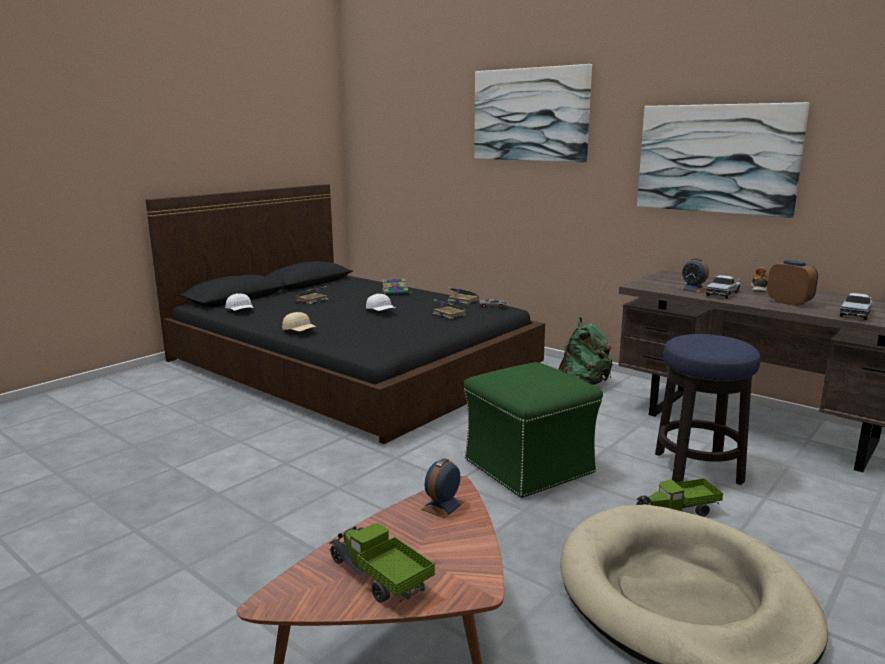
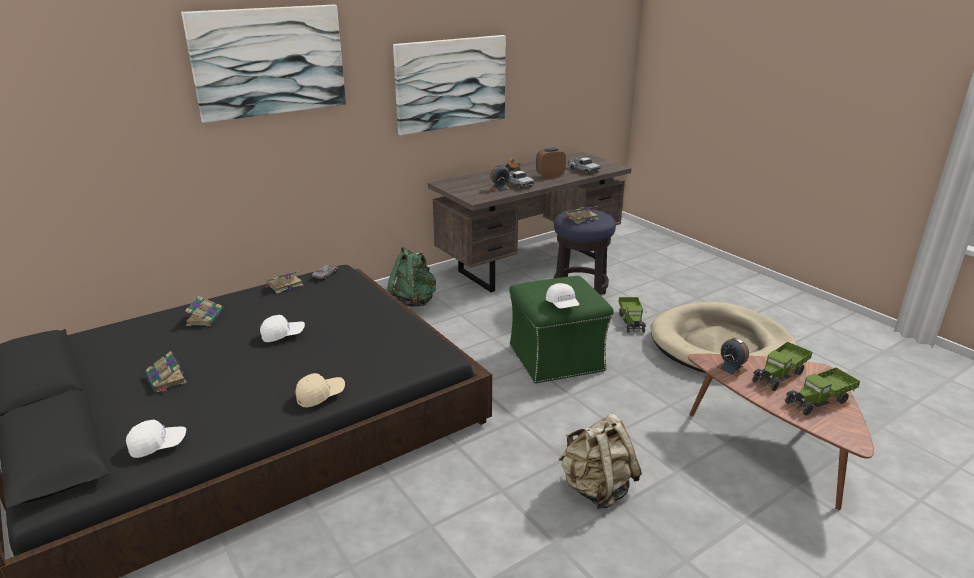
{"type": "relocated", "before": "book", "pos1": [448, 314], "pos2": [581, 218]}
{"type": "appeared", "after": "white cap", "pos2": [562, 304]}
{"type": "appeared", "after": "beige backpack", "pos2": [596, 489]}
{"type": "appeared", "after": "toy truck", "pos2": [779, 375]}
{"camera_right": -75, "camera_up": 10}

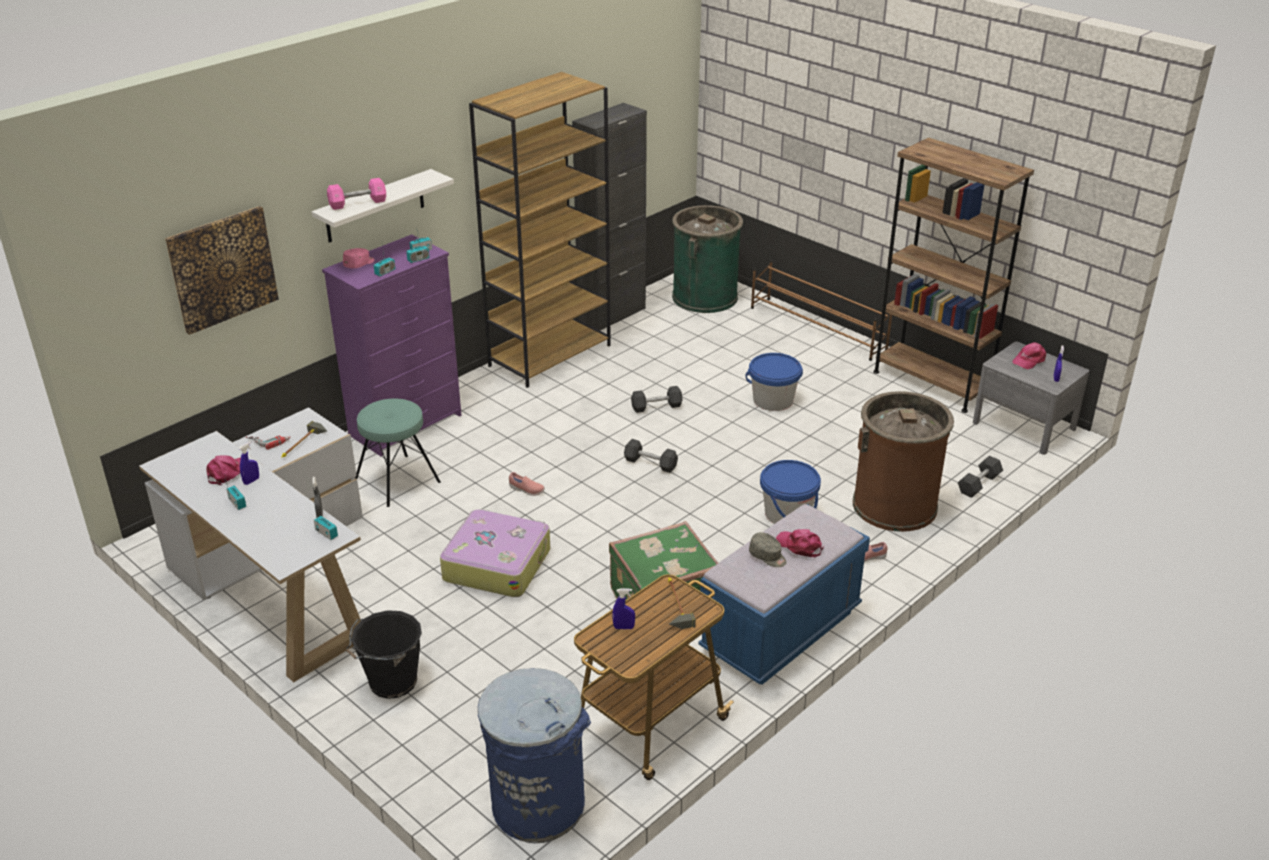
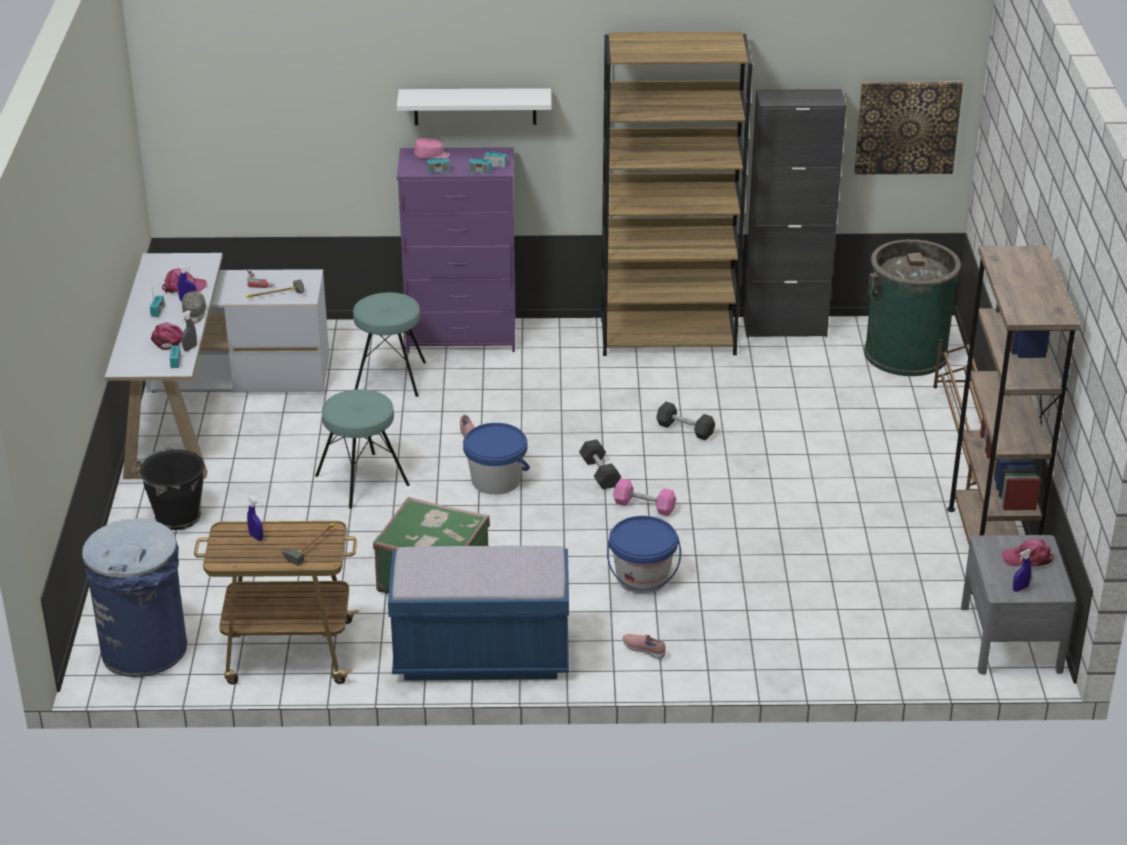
{"type": "relocated", "before": "picture", "pos1": [222, 269], "pos2": [907, 127]}
{"type": "relocated", "before": "pink dumbbell", "pos1": [358, 203], "pos2": [644, 506]}
{"type": "exchanged", "before": "suitcase", "after": "turquoise stool", "pos1": [497, 564], "pos2": [362, 480]}
{"type": "relocated", "before": "blue bucket", "pos1": [773, 400], "pos2": [496, 480]}
{"type": "relocated", "before": "grey cap", "pos1": [768, 556], "pos2": [194, 314]}
{"type": "relocated", "before": "pink cap", "pos1": [799, 546], "pos2": [168, 339]}
{"type": "missing", "before": "brown trash can", "pos1": [895, 505]}
{"type": "missing", "before": "black dumbbell", "pos1": [979, 484]}
{"camera_right": 45, "camera_up": 0}

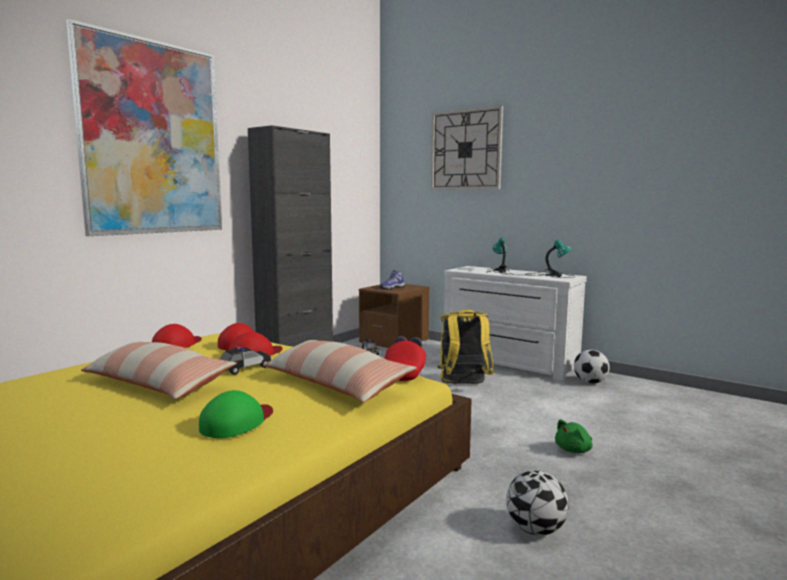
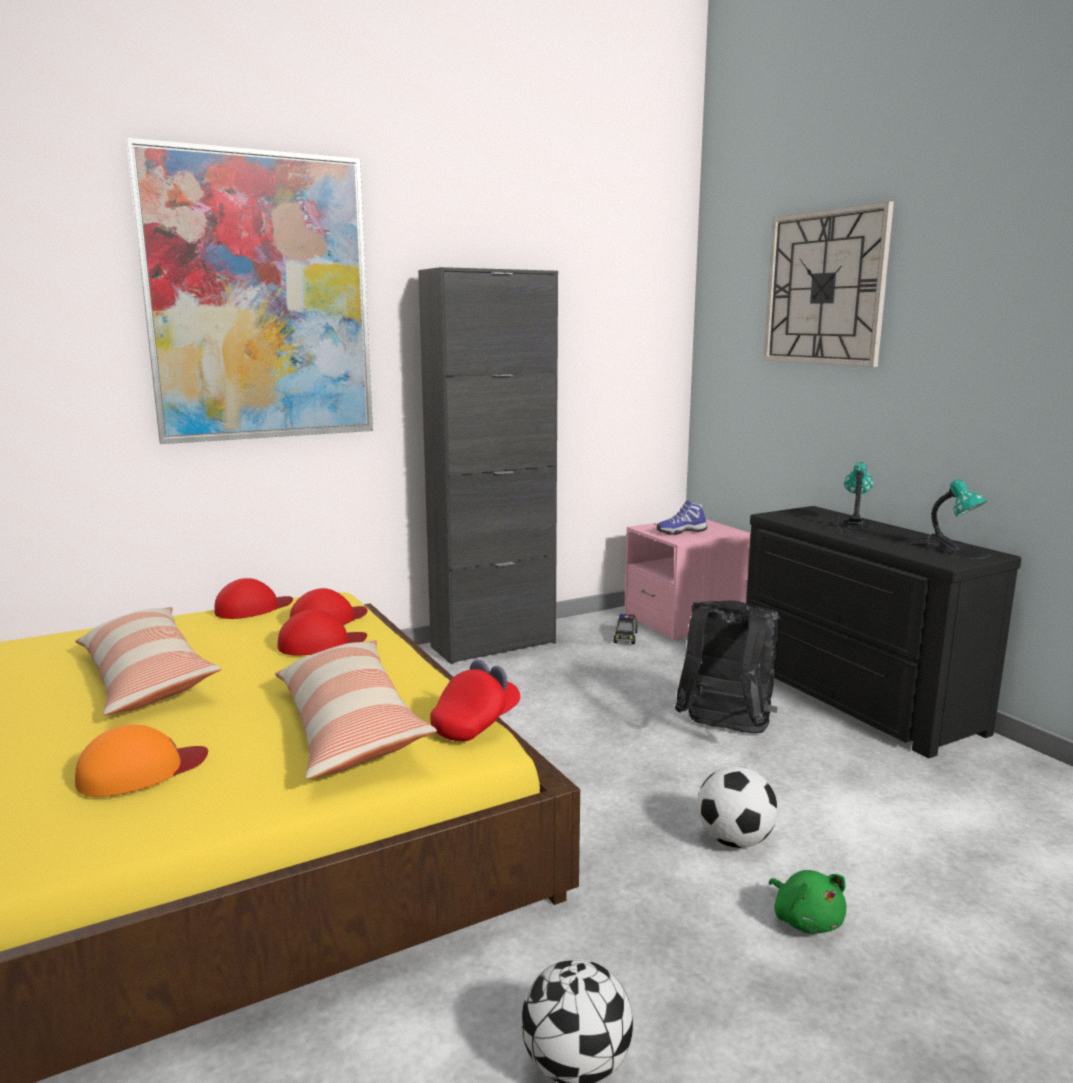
{"type": "colour", "before": "green cap", "after": "orange cap", "pos1": [237, 422], "pos2": [141, 771]}
{"type": "missing", "before": "toy car", "pos1": [245, 368]}
{"type": "colour", "before": "brown nightstand", "after": "pink nightstand", "pos1": [394, 341], "pos2": [685, 621]}
{"type": "colour", "before": "yellow backpack", "after": "black backpack", "pos1": [463, 385], "pos2": [724, 731]}
{"type": "colour", "before": "white dresser", "after": "black dresser", "pos1": [508, 363], "pos2": [851, 698]}
{"type": "spun", "before": "green plush toy", "pos1": [574, 450], "pos2": [806, 920], "turn": -105}
{"type": "relocated", "before": "football", "pos1": [590, 382], "pos2": [735, 840]}
{"camera_right": 25, "camera_up": 5}

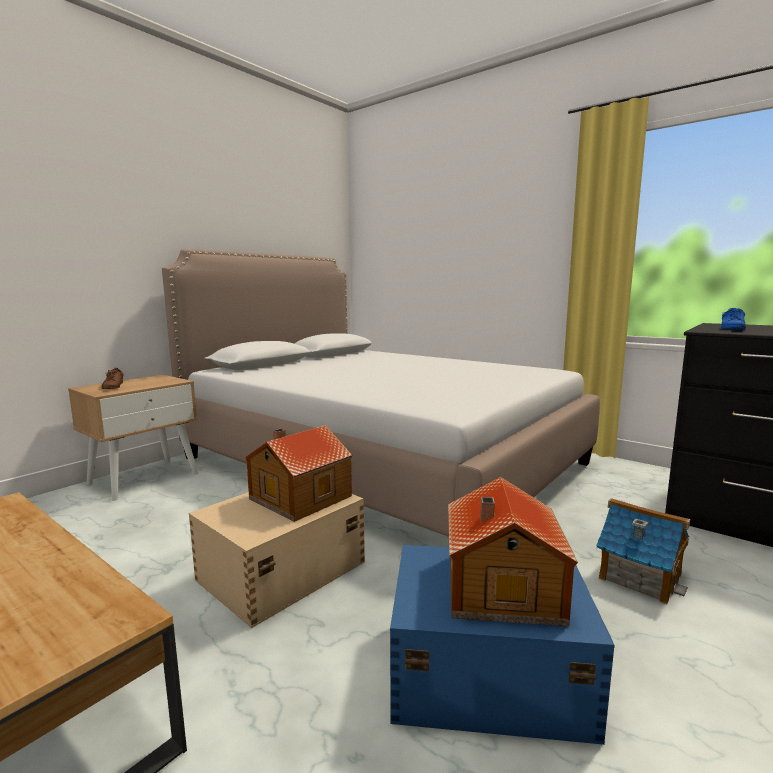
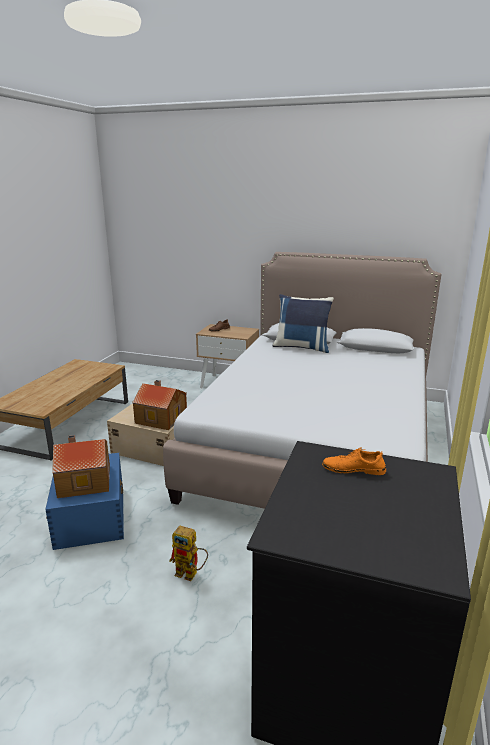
{"type": "exchanged", "before": "toy house", "after": "toy robot", "pos1": [639, 576], "pos2": [191, 573]}
{"type": "colour", "before": "blue shoe", "after": "orange shoe", "pos1": [732, 328], "pos2": [353, 469]}
{"type": "appeared", "after": "blue pillow", "pos2": [302, 347]}
{"camera_right": 70, "camera_up": 10}

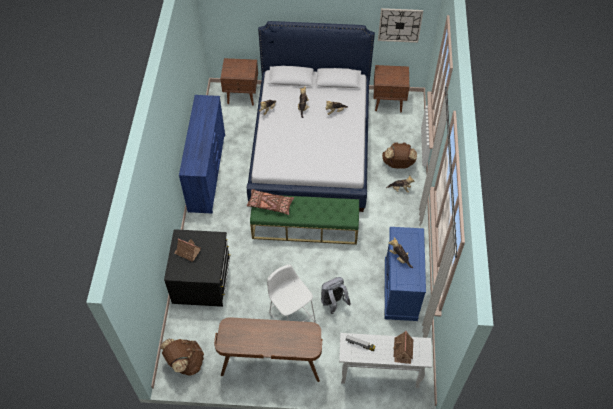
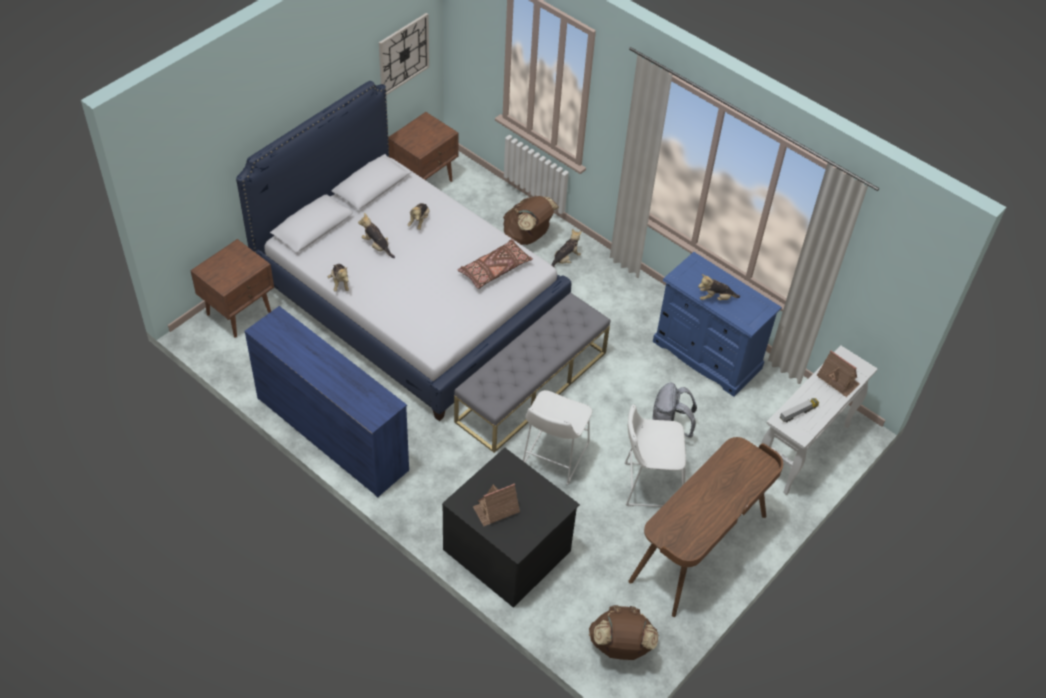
{"type": "relocated", "before": "brown pillow", "pos1": [270, 204], "pos2": [494, 270]}
{"type": "colour", "before": "green bench", "after": "grey bench", "pos1": [305, 228], "pos2": [531, 386]}
{"type": "appeared", "after": "white stool", "pos2": [553, 458]}
{"camera_right": -55, "camera_up": -5}

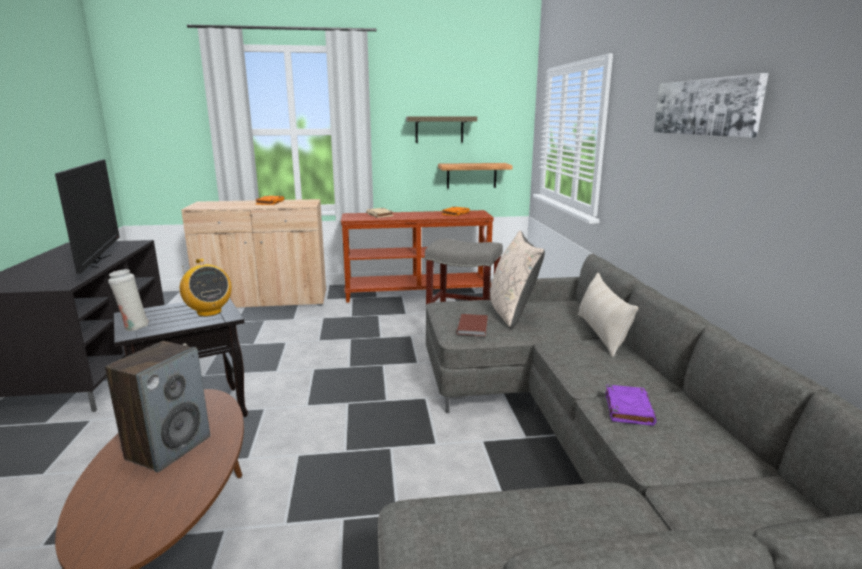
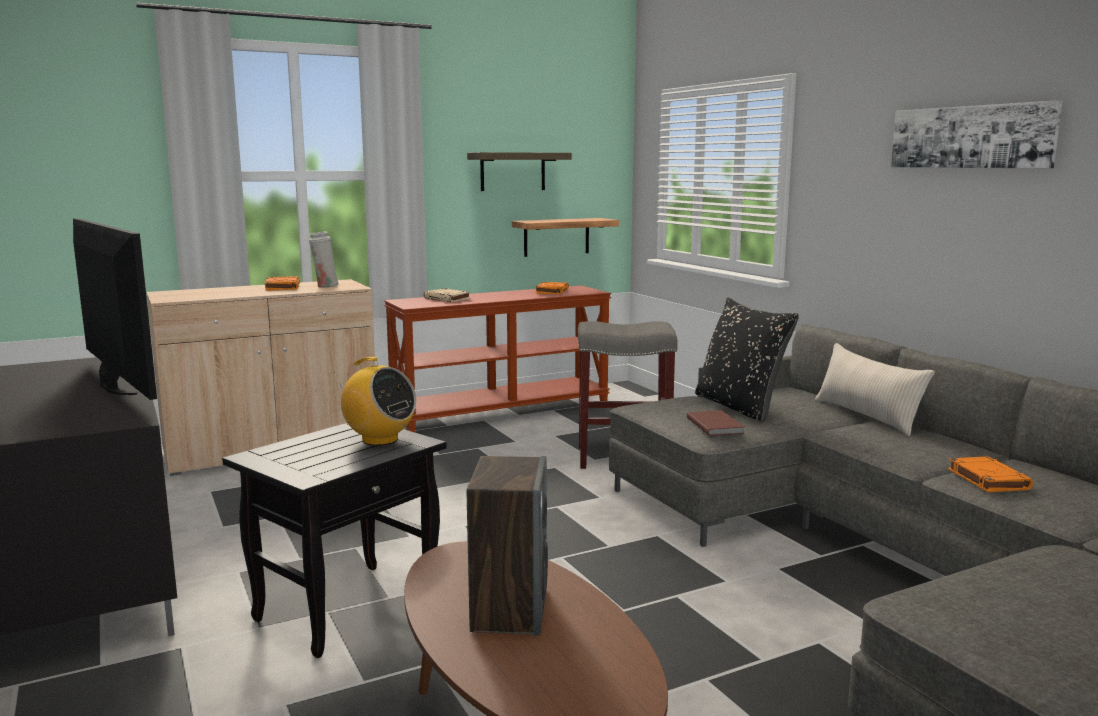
{"type": "relocated", "before": "white vase", "pos1": [133, 327], "pos2": [325, 286]}
{"type": "colour", "before": "beige pillow", "after": "black pillow", "pos1": [511, 313], "pos2": [739, 406]}
{"type": "colour", "before": "purple book", "after": "orange book", "pos1": [628, 408], "pos2": [987, 479]}
{"camera_right": -20, "camera_up": -5}

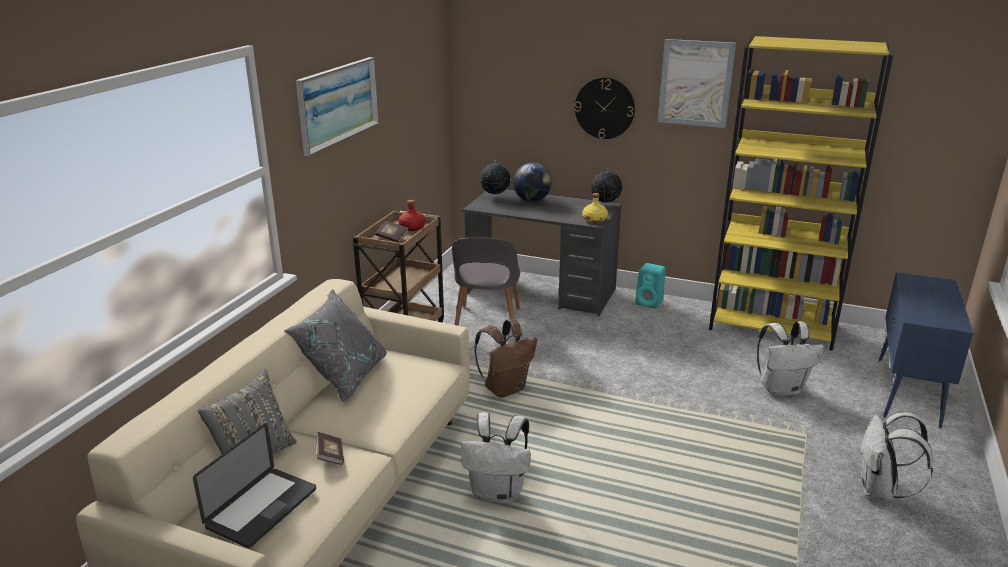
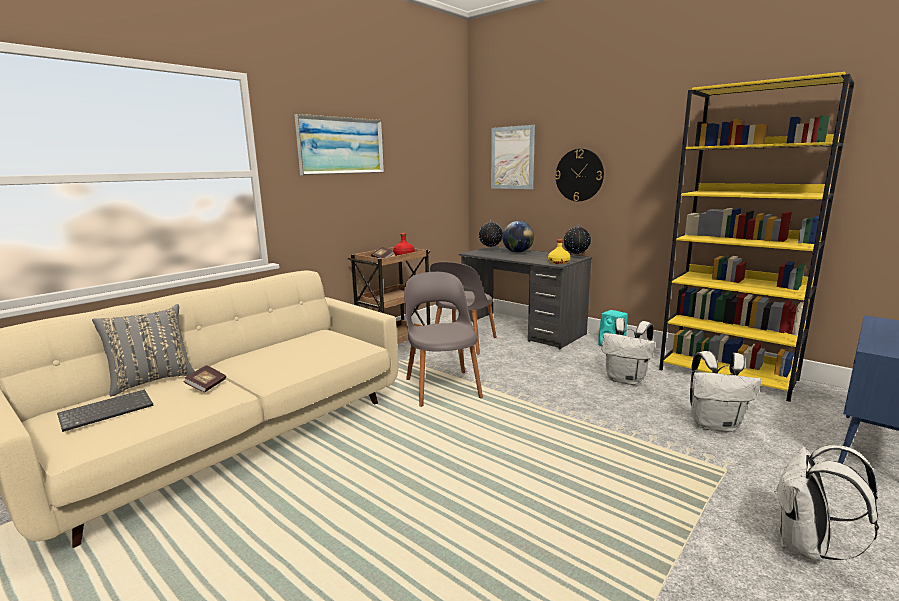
{"type": "exchanged", "before": "laptop", "after": "keyboard", "pos1": [262, 508], "pos2": [108, 411]}
{"type": "missing", "before": "grey pillow", "pos1": [343, 376]}
{"type": "relocated", "before": "white backpack", "pos1": [498, 493], "pos2": [626, 380]}
{"type": "exchanged", "before": "brown backpack", "after": "grey chair", "pos1": [505, 388], "pos2": [442, 386]}
{"type": "relocated", "before": "picture", "pos1": [695, 83], "pos2": [512, 158]}
{"camera_right": 20, "camera_up": -10}

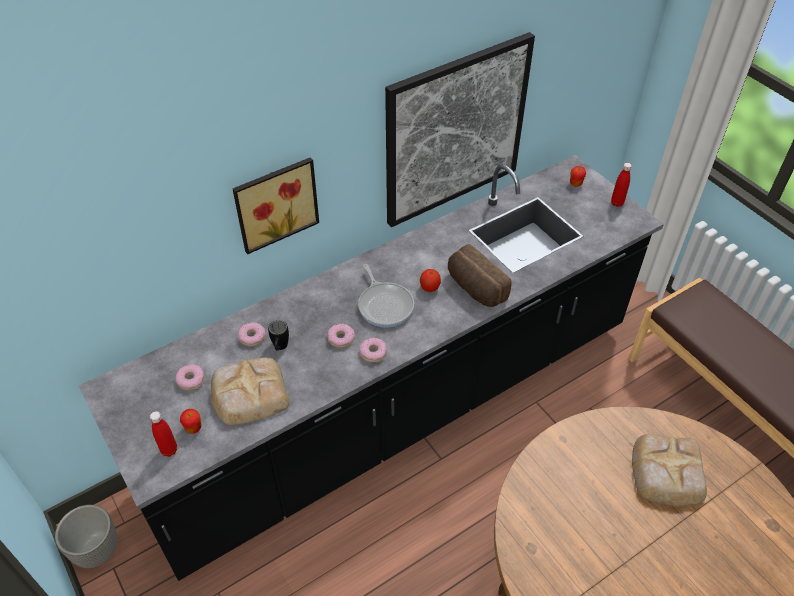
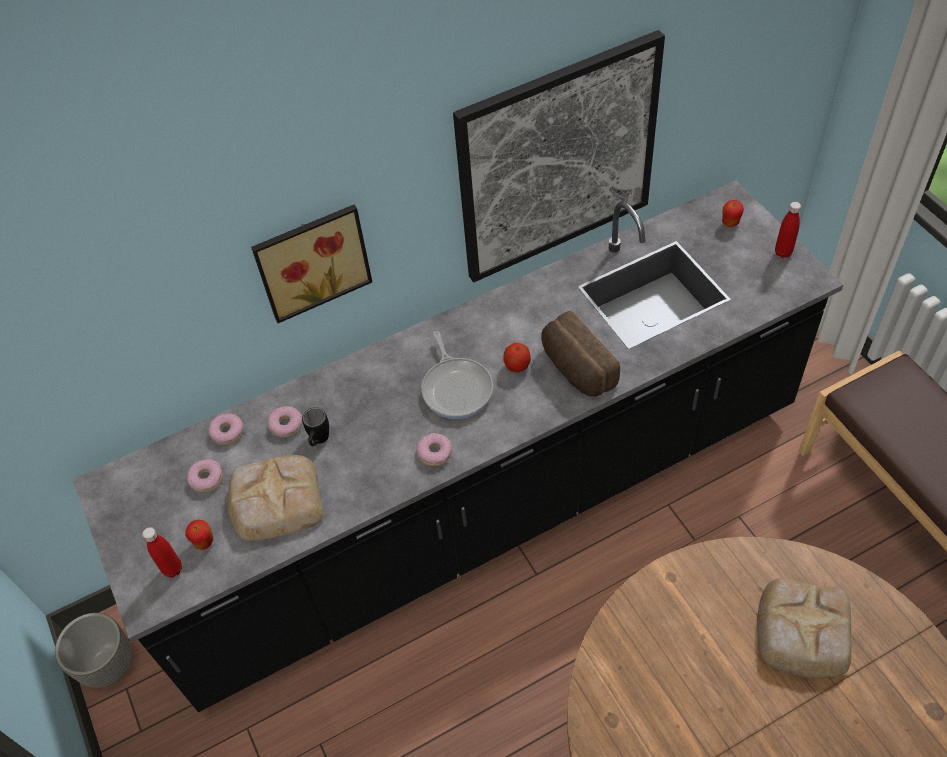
{"type": "relocated", "before": "donut", "pos1": [341, 338], "pos2": [227, 432]}
{"camera_right": 10, "camera_up": 5}

